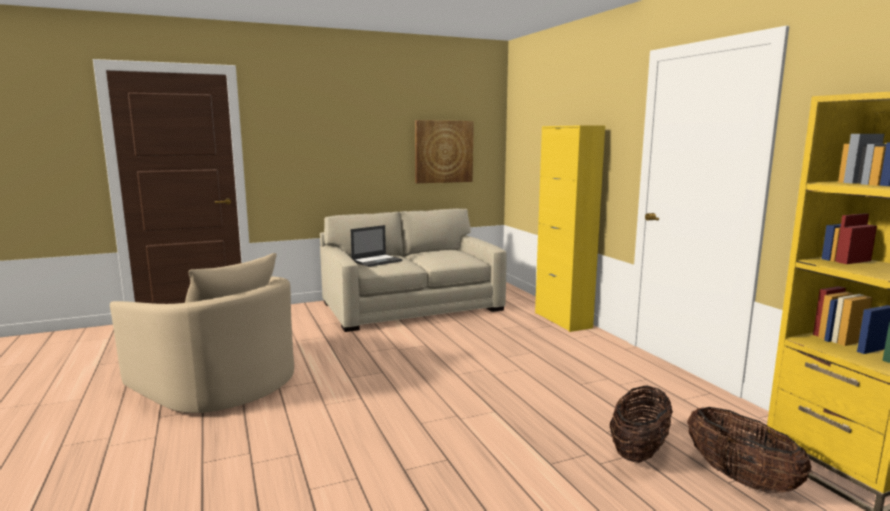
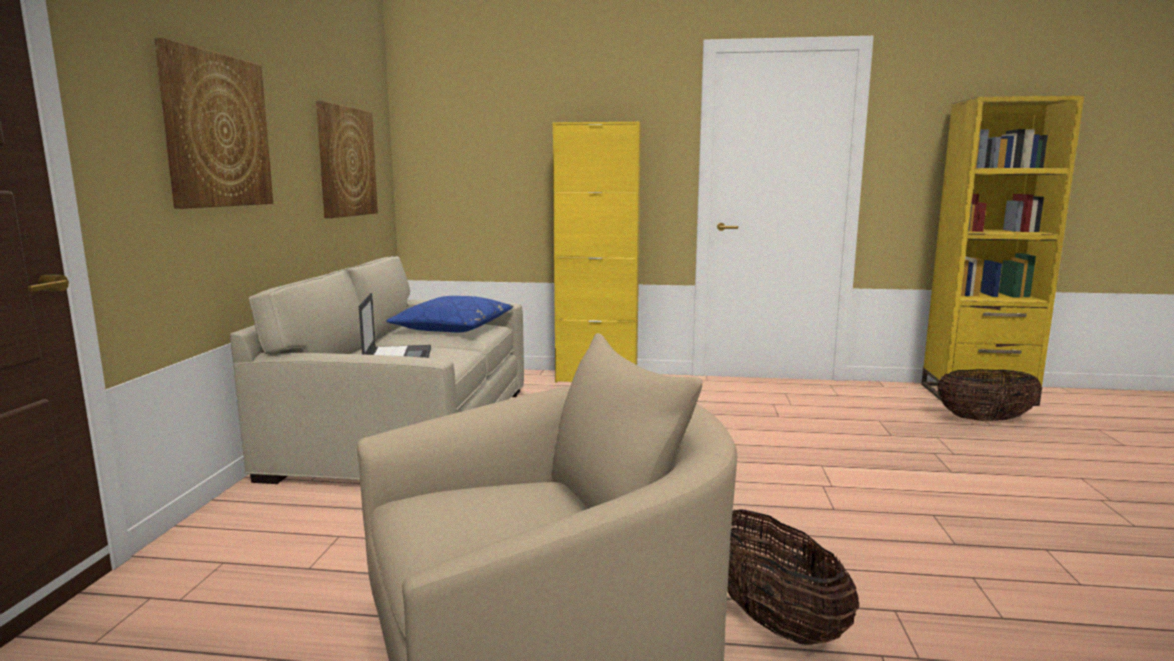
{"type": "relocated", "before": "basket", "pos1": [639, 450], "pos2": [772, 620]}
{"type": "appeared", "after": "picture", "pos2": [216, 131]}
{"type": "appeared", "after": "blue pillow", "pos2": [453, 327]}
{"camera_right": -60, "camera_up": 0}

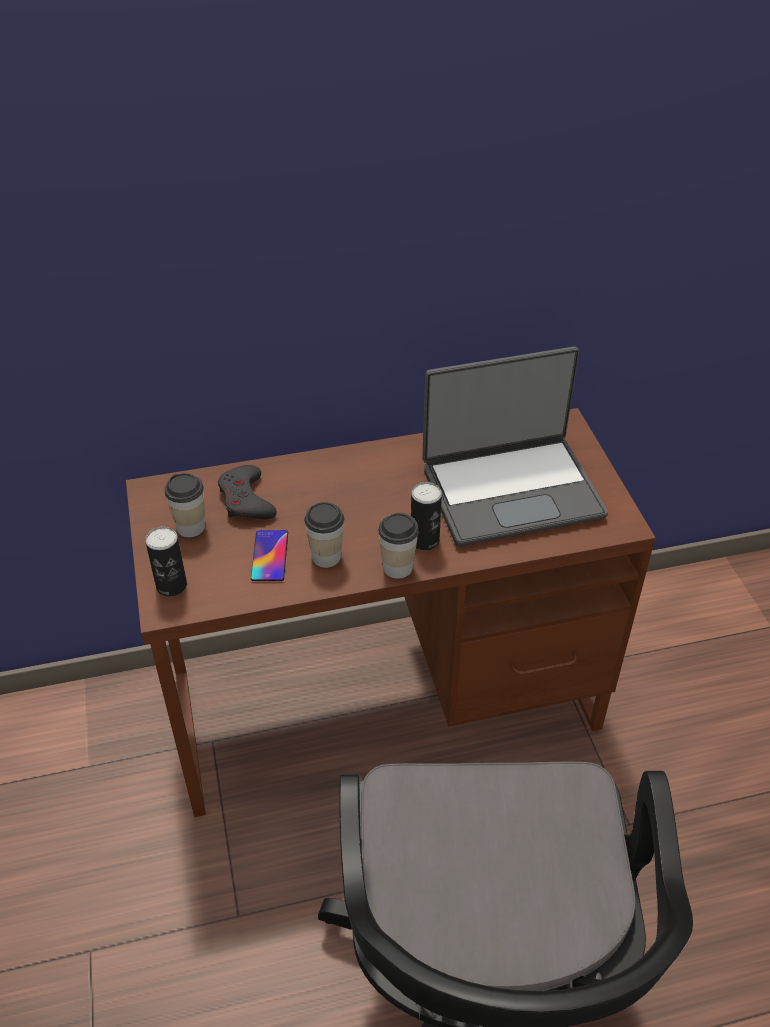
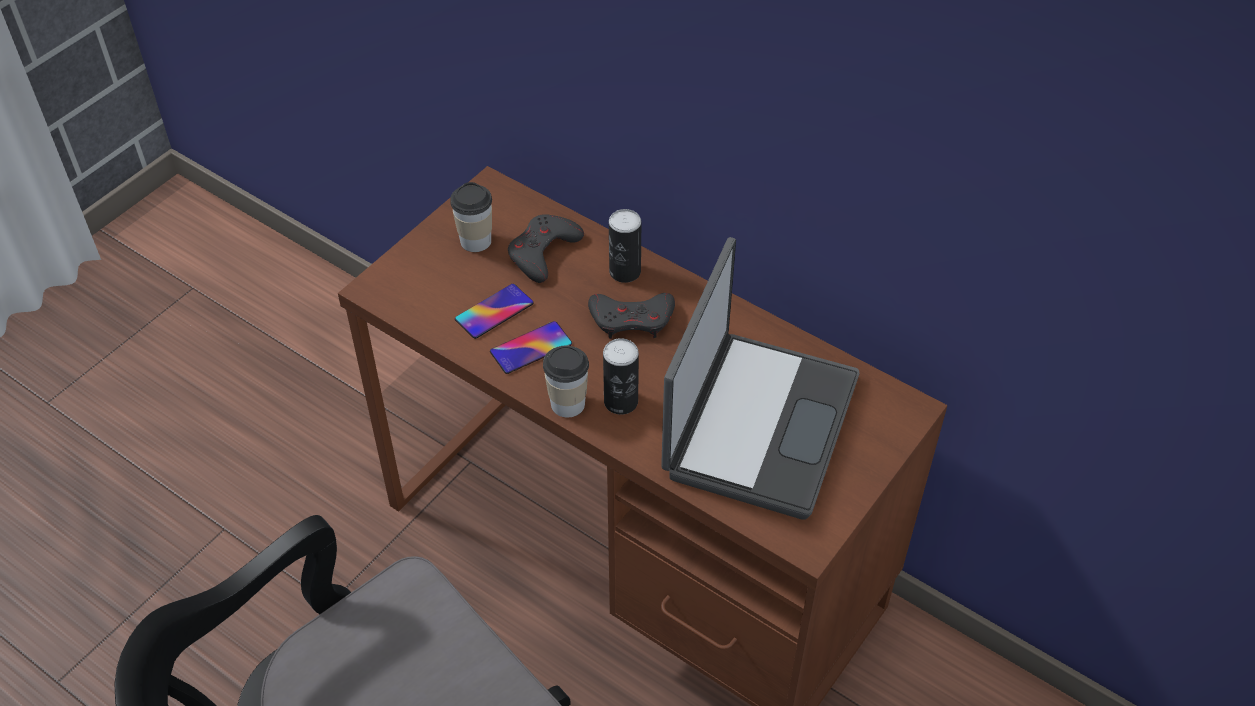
{"type": "relocated", "before": "can", "pos1": [171, 585], "pos2": [625, 272]}
{"type": "exchanged", "before": "cup", "after": "phone", "pos1": [326, 556], "pos2": [531, 348]}
{"type": "spun", "before": "laptop", "pos1": [511, 490], "pos2": [757, 424], "turn": -105}
{"type": "appeared", "after": "grey game controller", "pos2": [632, 319]}
{"camera_right": 50, "camera_up": 5}

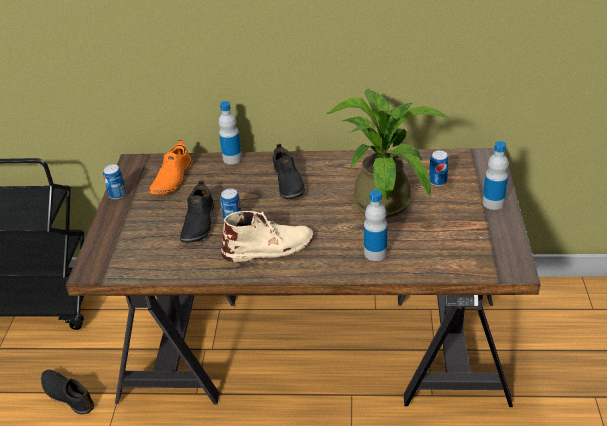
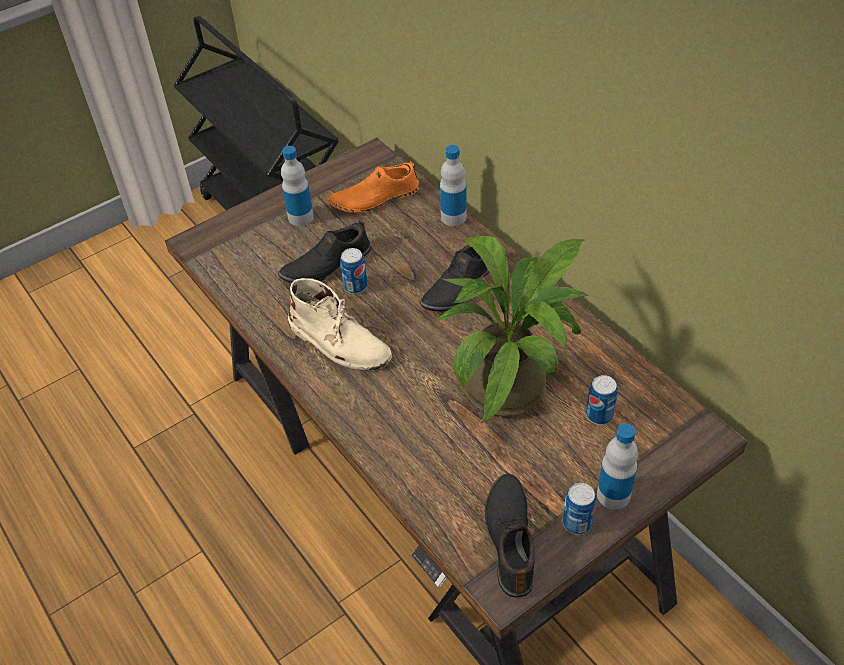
{"type": "relocated", "before": "black shoe", "pos1": [68, 394], "pos2": [511, 538]}
{"type": "relocated", "before": "can", "pos1": [117, 194], "pos2": [577, 522]}
{"type": "relocated", "before": "bottle", "pos1": [375, 253], "pos2": [300, 217]}
{"camera_right": 50, "camera_up": 10}

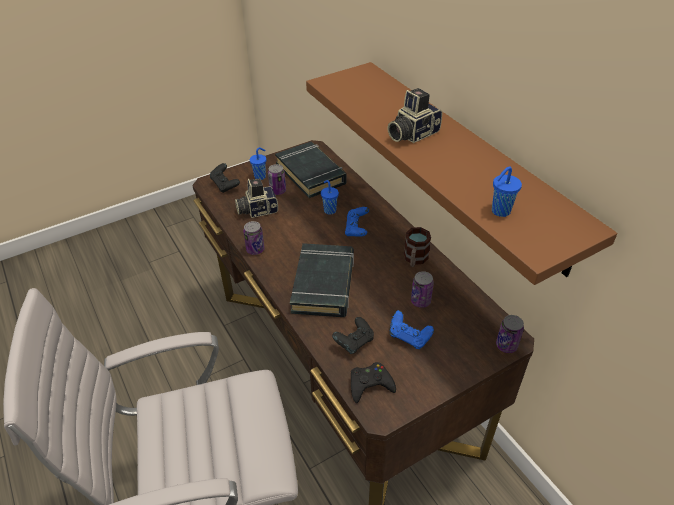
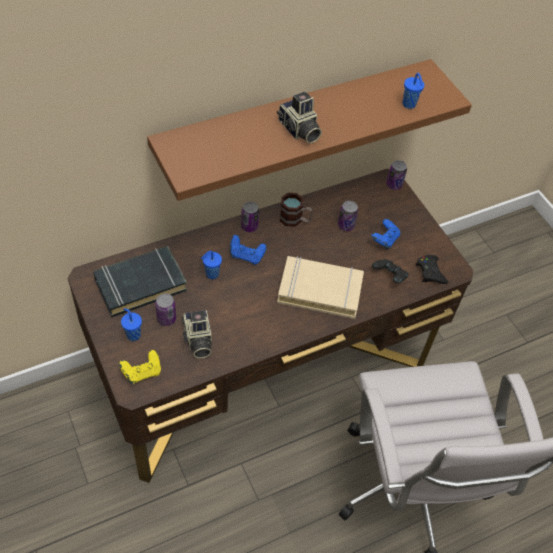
{"type": "colour", "before": "black game controller", "after": "yellow game controller", "pos1": [225, 185], "pos2": [142, 372]}
{"type": "relocated", "before": "can", "pos1": [255, 249], "pos2": [249, 226]}
{"type": "colour", "before": "black book", "after": "beige book", "pos1": [324, 284], "pos2": [320, 290]}
{"camera_right": -90, "camera_up": 10}

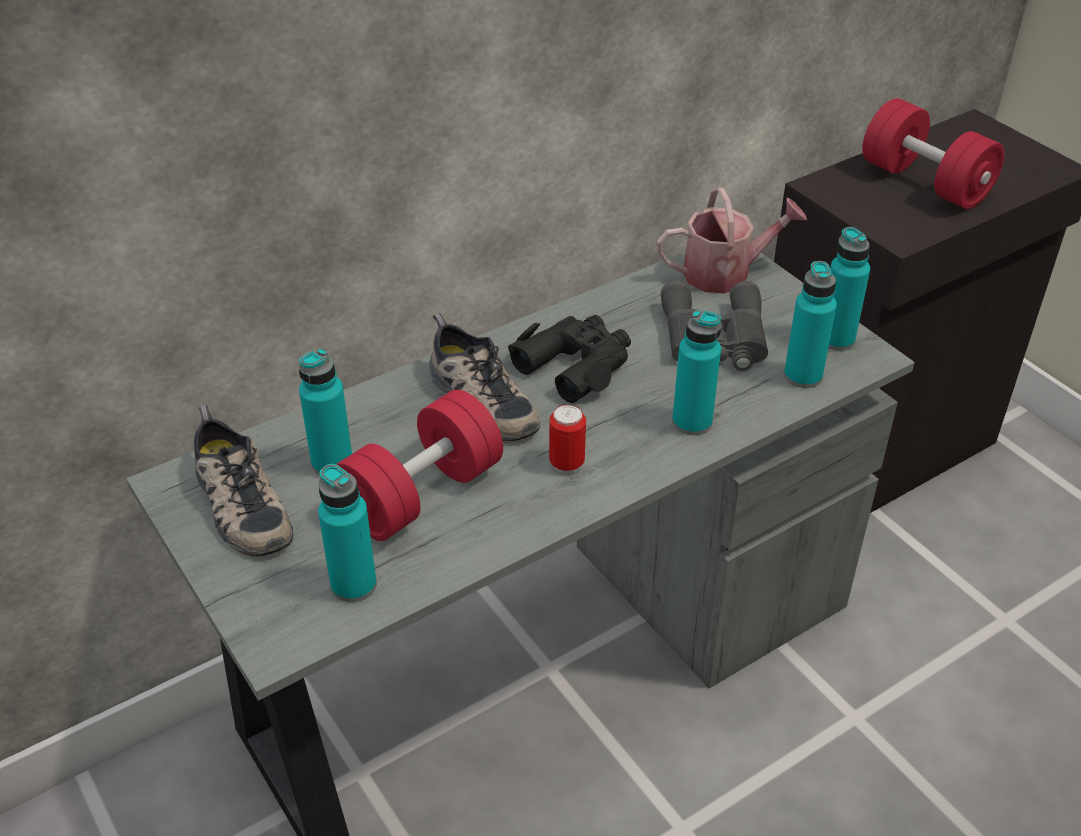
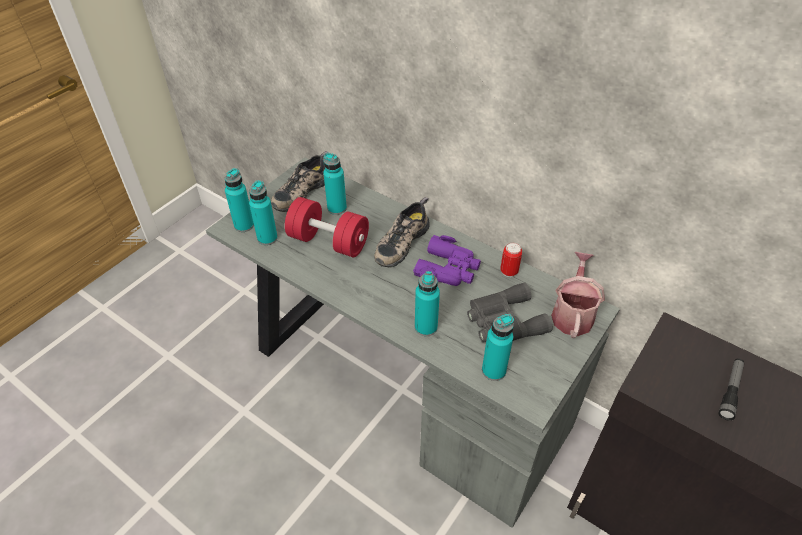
{"type": "colour", "before": "black binoculars", "after": "purple binoculars", "pos1": [576, 364], "pos2": [448, 269]}
{"type": "relocated", "before": "can", "pos1": [566, 463], "pos2": [509, 272]}
{"type": "spun", "before": "watering can", "pos1": [725, 273], "pos2": [572, 313], "turn": -135}
{"type": "relocated", "before": "turquoise bottle", "pos1": [836, 339], "pos2": [244, 225]}
{"type": "exchanged", "before": "red dumbbell", "after": "flashlight", "pos1": [925, 182], "pos2": [730, 391]}
{"camera_right": 70, "camera_up": 5}

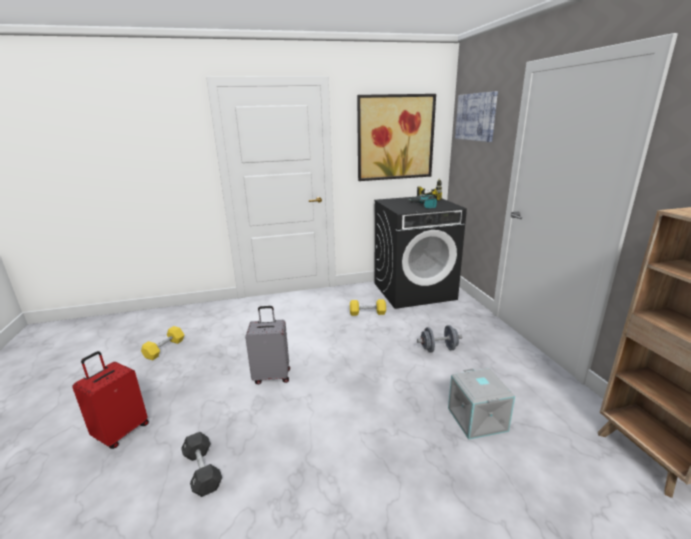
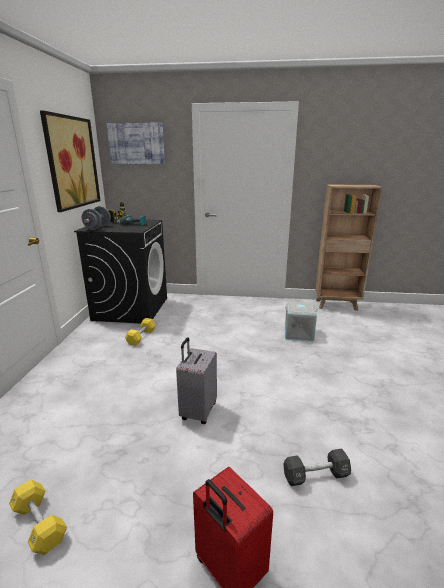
{"type": "relocated", "before": "grey dumbbell", "pos1": [438, 349], "pos2": [97, 228]}
{"camera_right": -70, "camera_up": 0}

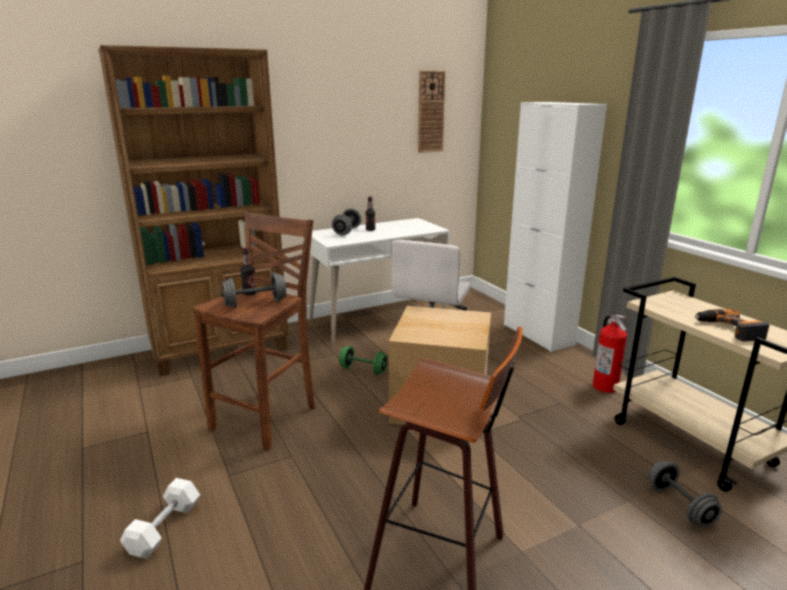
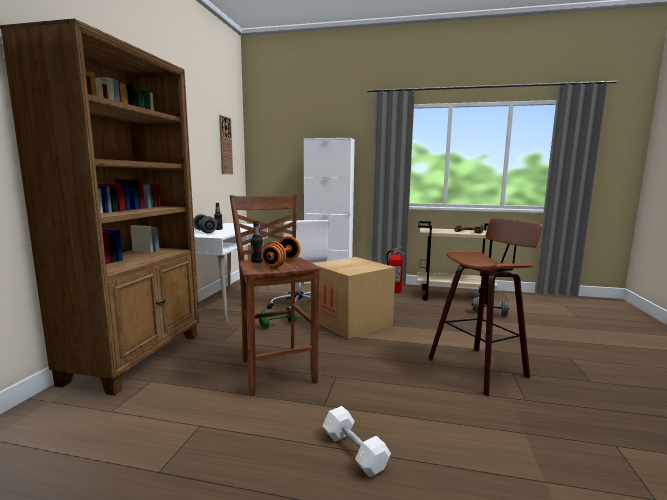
{"type": "colour", "before": "grey dumbbell", "after": "orange dumbbell", "pos1": [255, 304], "pos2": [281, 263]}
{"camera_right": -50, "camera_up": -10}

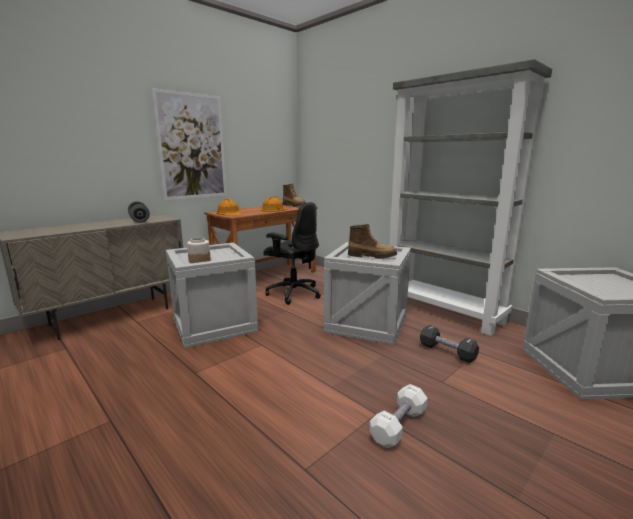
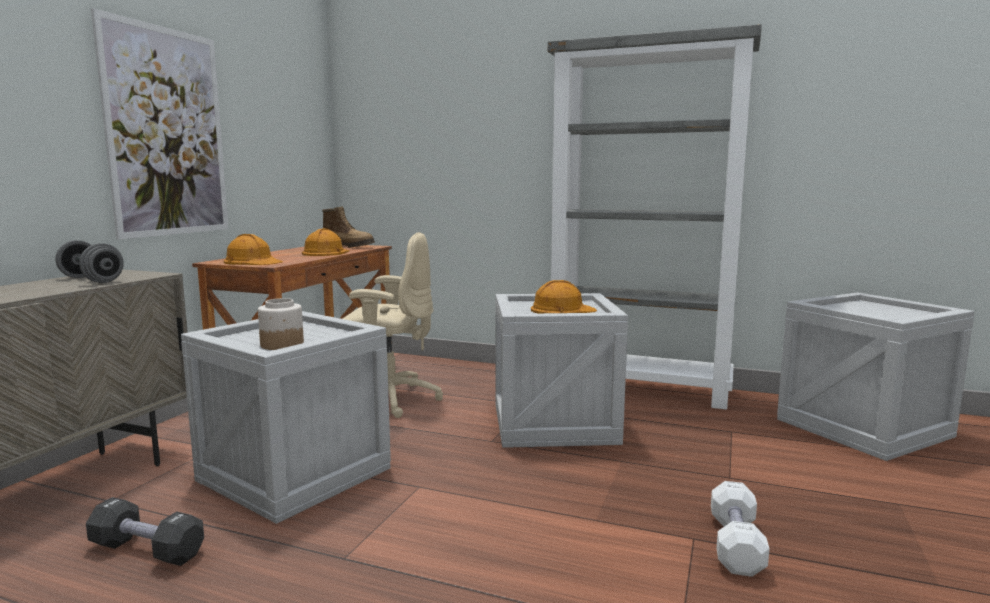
{"type": "colour", "before": "black office chair", "after": "beige office chair", "pos1": [293, 293], "pos2": [389, 399]}
{"type": "exchanged", "before": "boot", "after": "orange hard hat", "pos1": [372, 256], "pos2": [562, 309]}
{"type": "relocated", "before": "black dumbbell", "pos1": [447, 352], "pos2": [147, 550]}
{"camera_right": -25, "camera_up": -5}

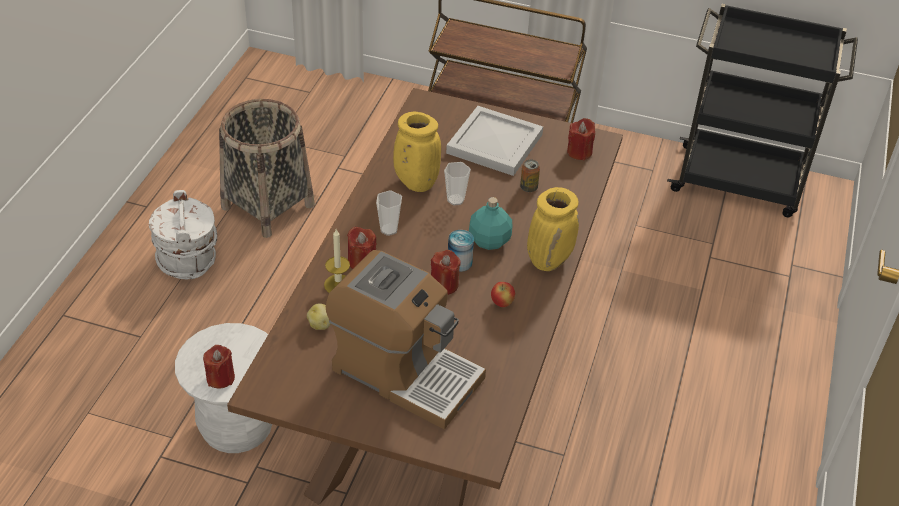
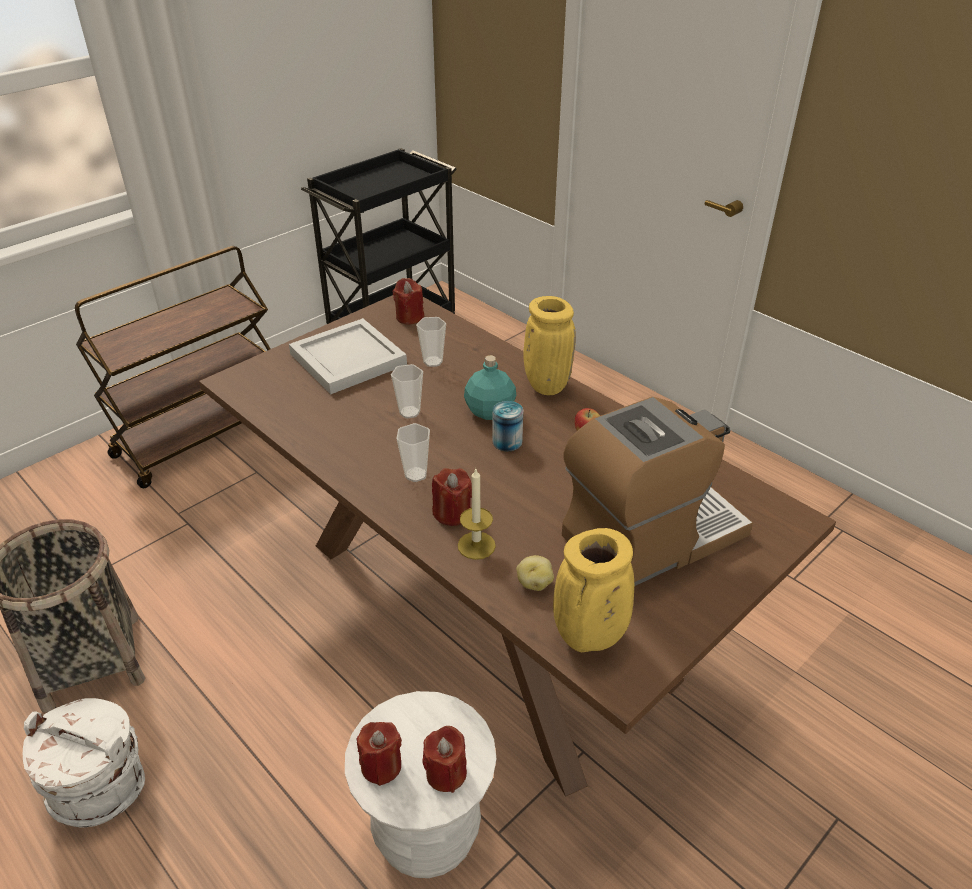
{"type": "relocated", "before": "yellow vase", "pos1": [415, 183], "pos2": [588, 638]}
{"type": "relocated", "before": "red candle", "pos1": [444, 284], "pos2": [381, 766]}
{"type": "exchanged", "before": "can", "after": "cup", "pos1": [528, 188], "pos2": [433, 362]}
{"camera_right": -60, "camera_up": -5}

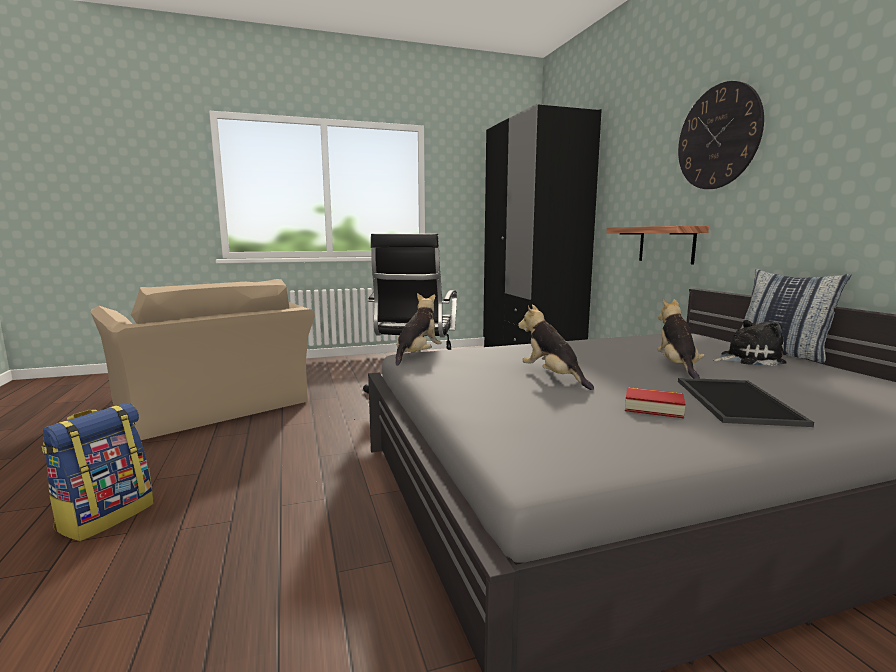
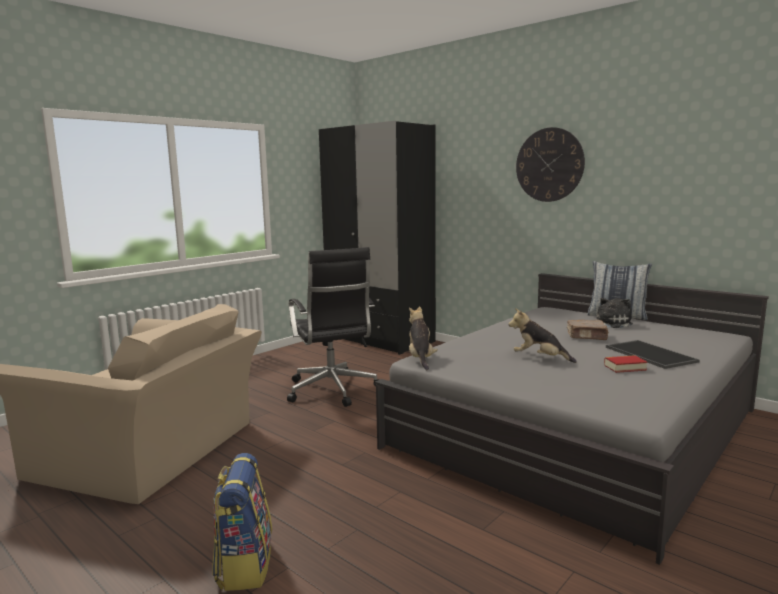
{"type": "missing", "before": "shelf", "pos1": [666, 244]}
{"type": "exchanged", "before": "plush toy", "after": "brown book", "pos1": [677, 367], "pos2": [587, 337]}
{"camera_right": -30, "camera_up": 0}

